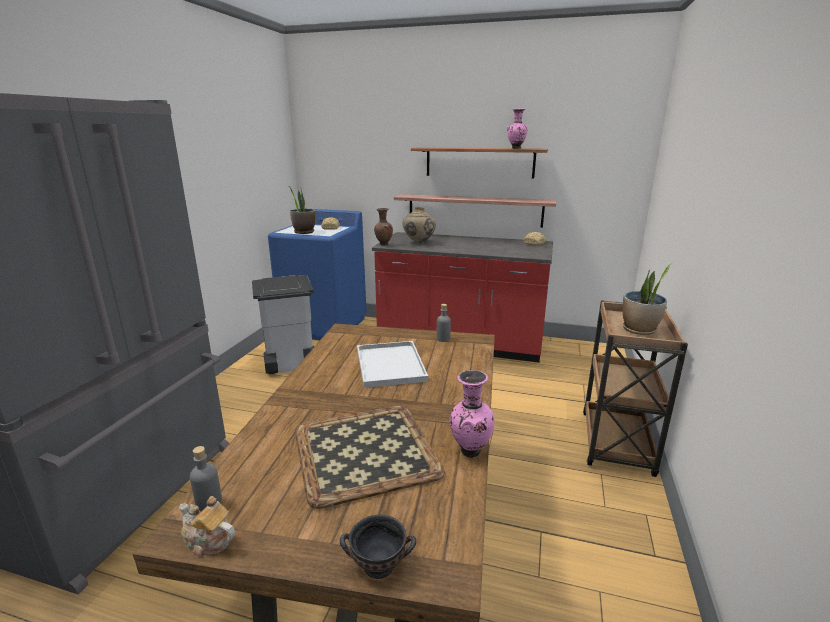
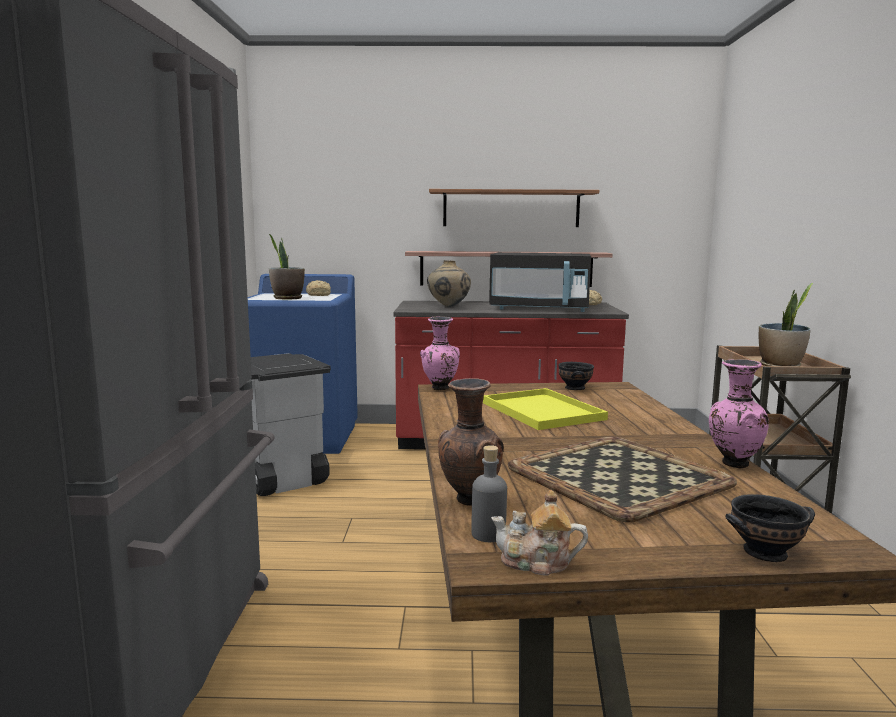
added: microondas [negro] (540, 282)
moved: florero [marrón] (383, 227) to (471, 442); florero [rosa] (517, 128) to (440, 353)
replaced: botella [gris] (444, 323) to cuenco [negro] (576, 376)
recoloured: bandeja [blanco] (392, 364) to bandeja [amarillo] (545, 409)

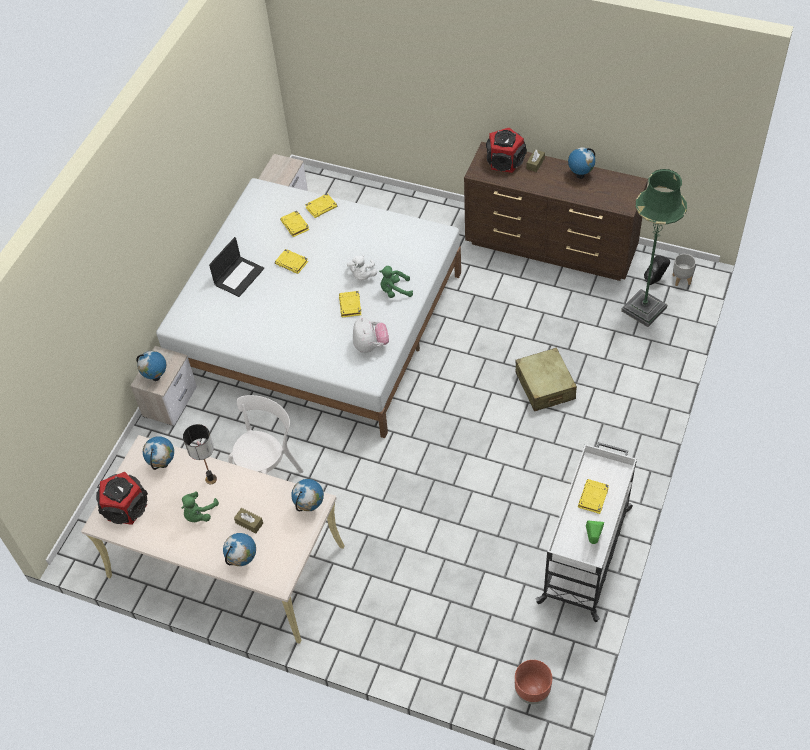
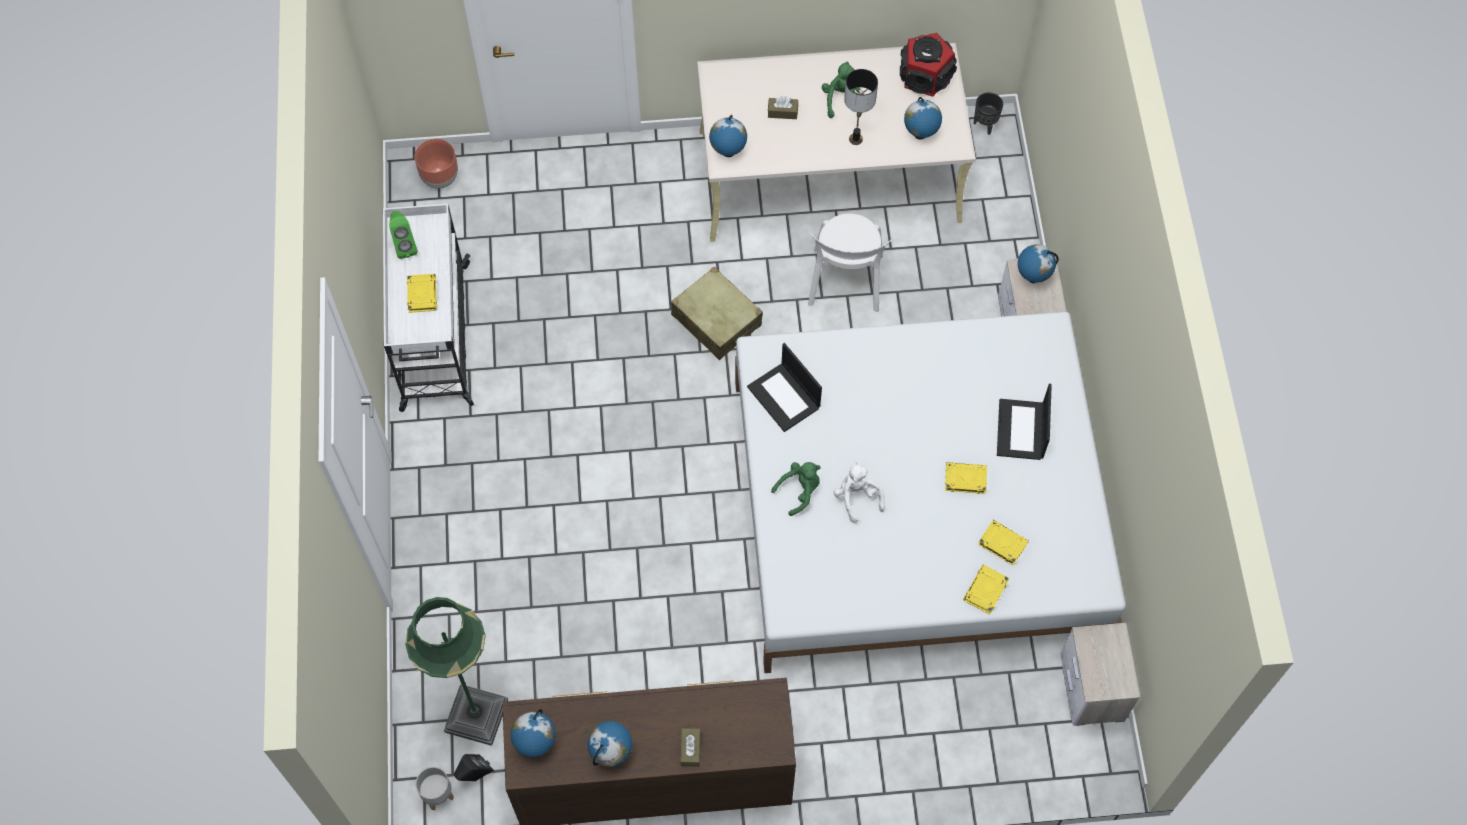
removed: libro [amarillo] (350, 304); altavoz (506, 150)
added: maceta [negro] (988, 113)
moved: globo terráqueo (239, 549) to (533, 733); maleta [beis] (546, 379) to (717, 313)
replaced: peluche (371, 335) to portátil (784, 387)

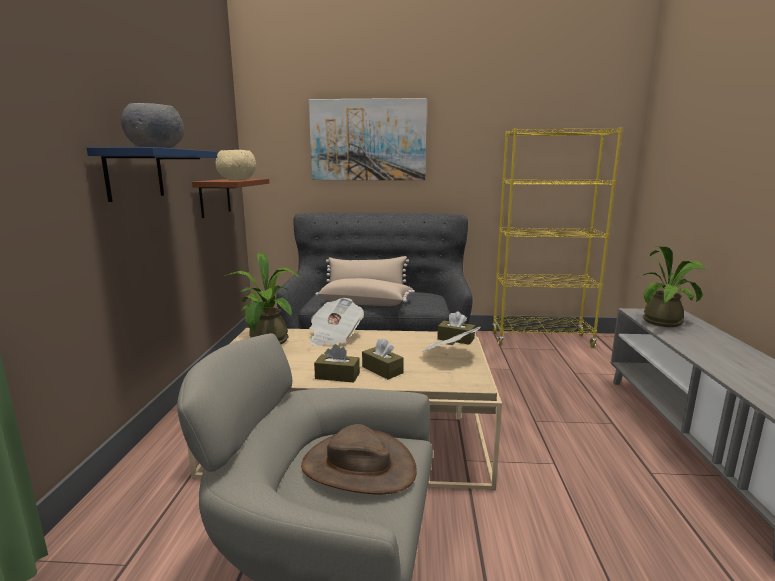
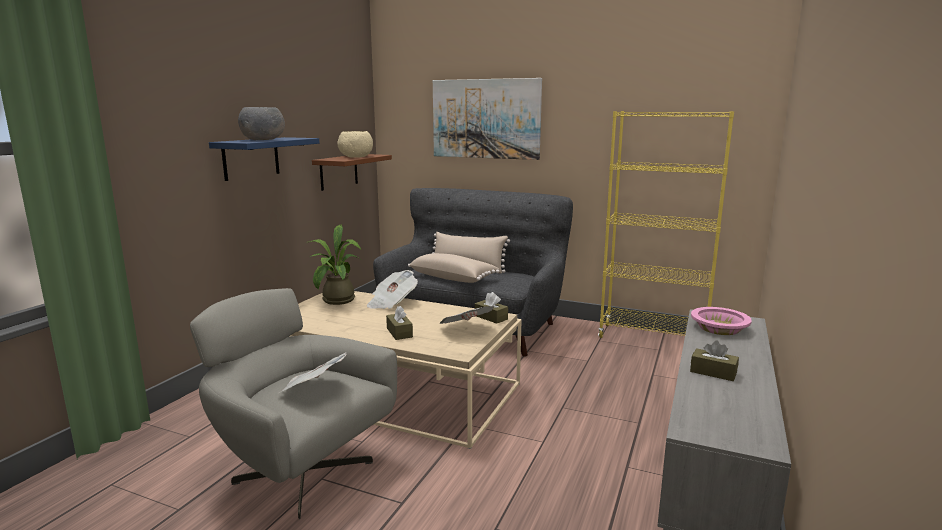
moved: caja de pañuelos [marrón] (337, 363) to (714, 361)
replaced: sombrero [marrón] (359, 459) to periódico (312, 373); planta en maceta (672, 286) to cuenco [rosa] (721, 321)

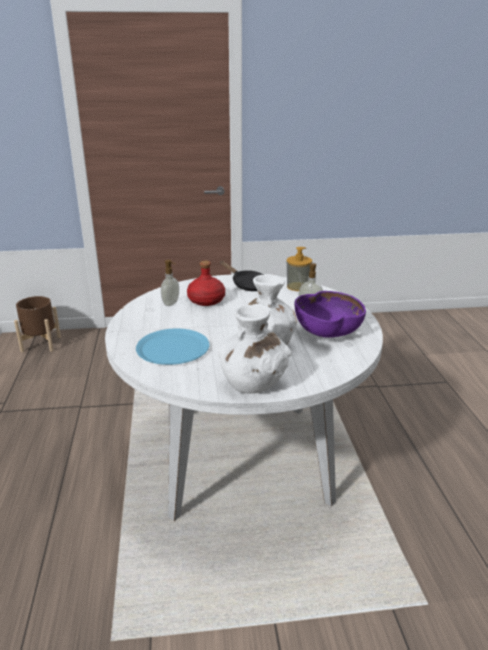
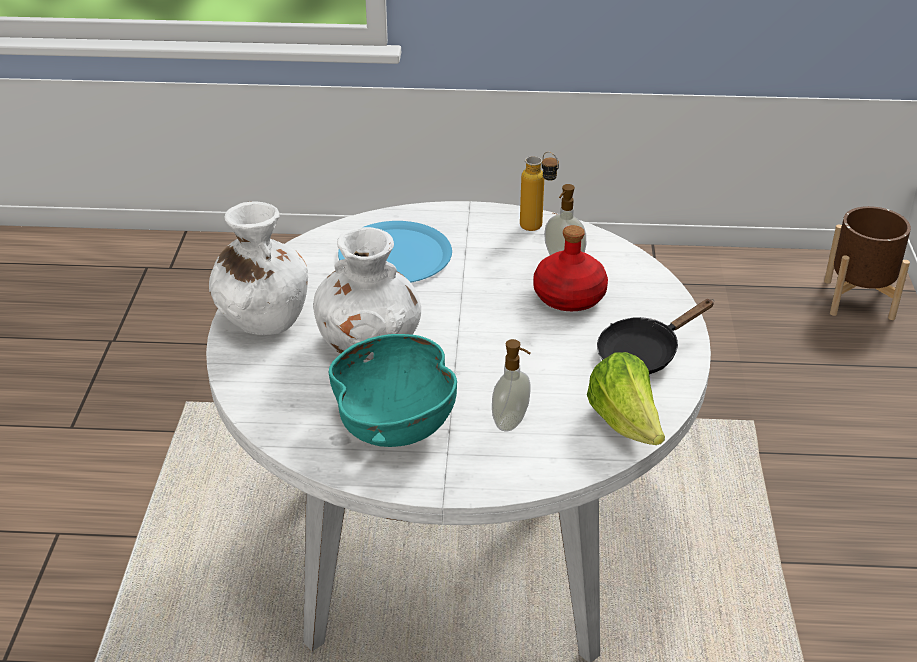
added: botella (539, 191)
replaced: dispensador de jabón (299, 269) to lechuga (626, 398)
recoloured: cuenco [morado] (330, 314) to cuenco [turquesa] (392, 390)

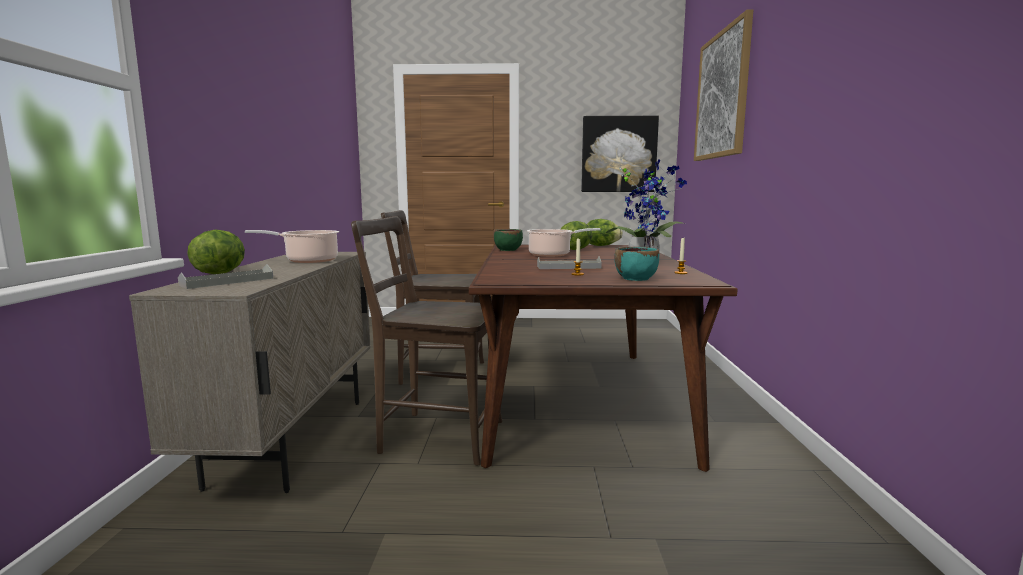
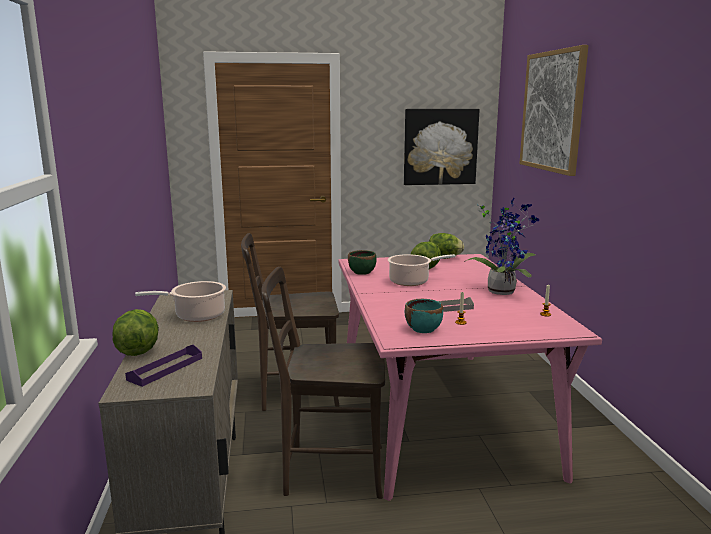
moved: cuenco [turquesa] (636, 264) to (424, 316)
recoloured: bandeja [gris] (225, 276) to bandeja [morado] (163, 365); mesa de comedor [marrón] (603, 358) to mesa de comedor [rosa] (470, 377)

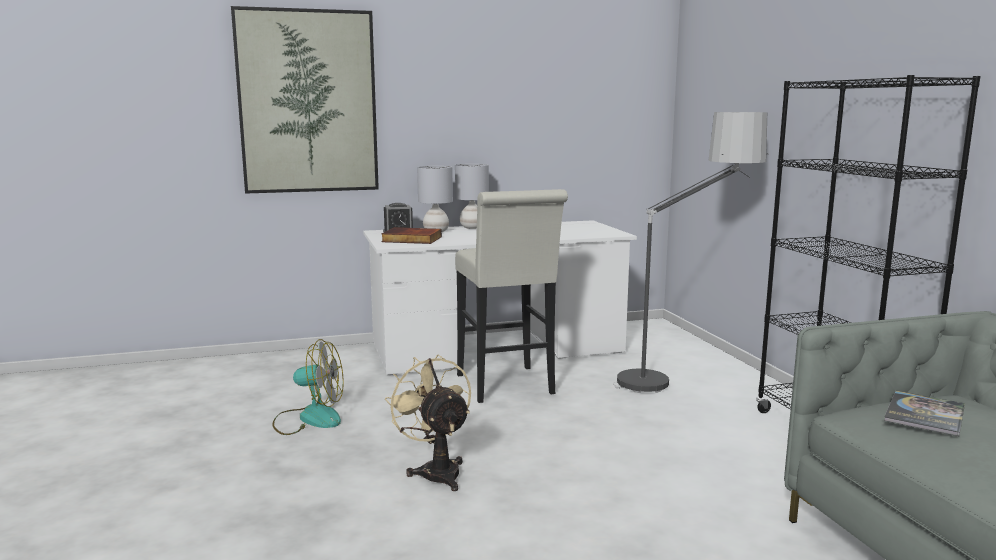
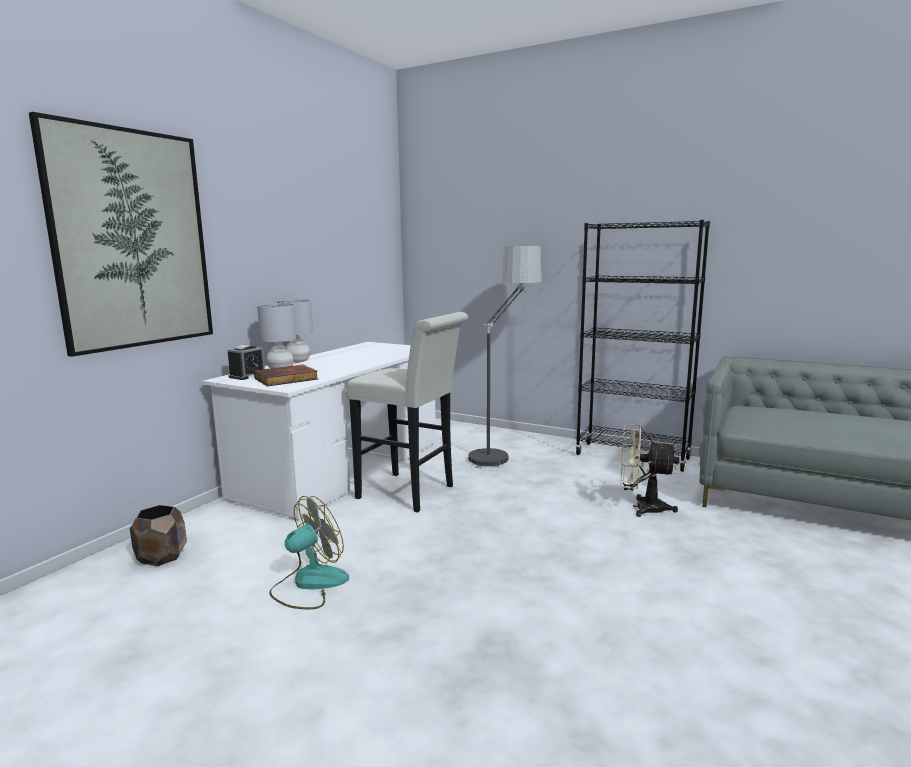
removed: libro (924, 413)
added: maceta [marrón] (158, 535)
moved: ventilador [beis] (428, 423) to (649, 470)

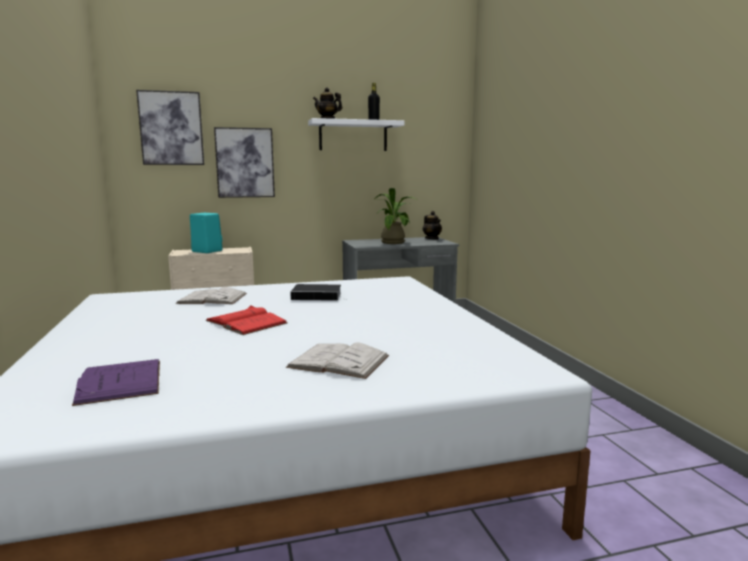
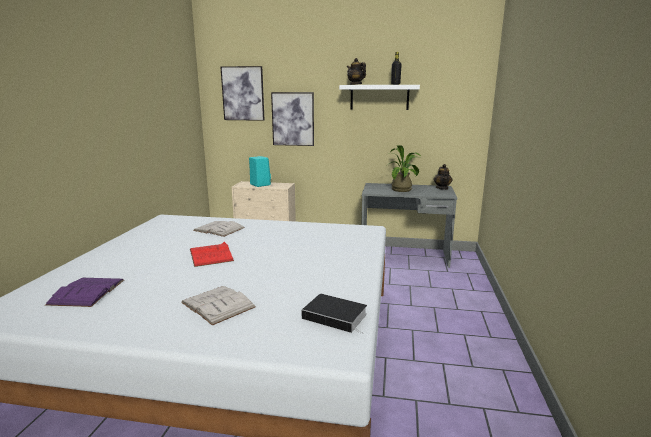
moved: libro (318, 292) to (334, 314)

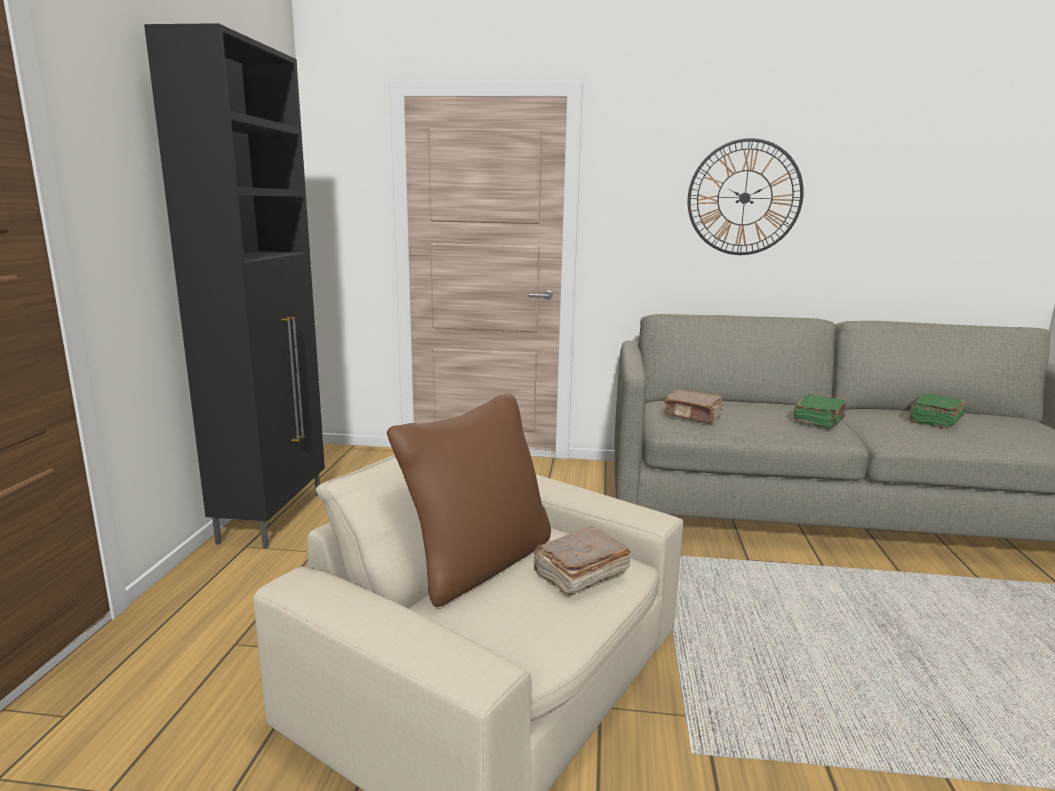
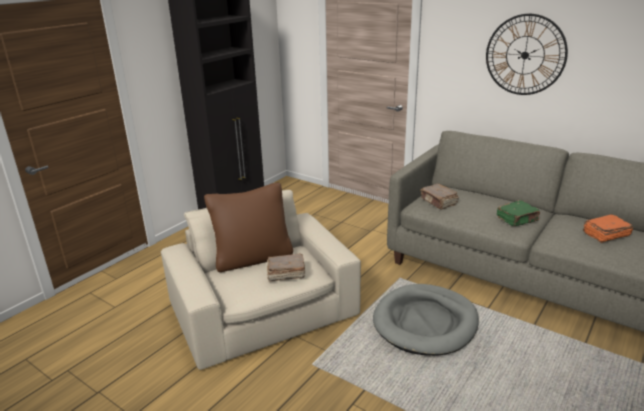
added: cama para perro [gris] (426, 319)
recoloured: libro [verde] (937, 411) to libro [naranja] (608, 229)

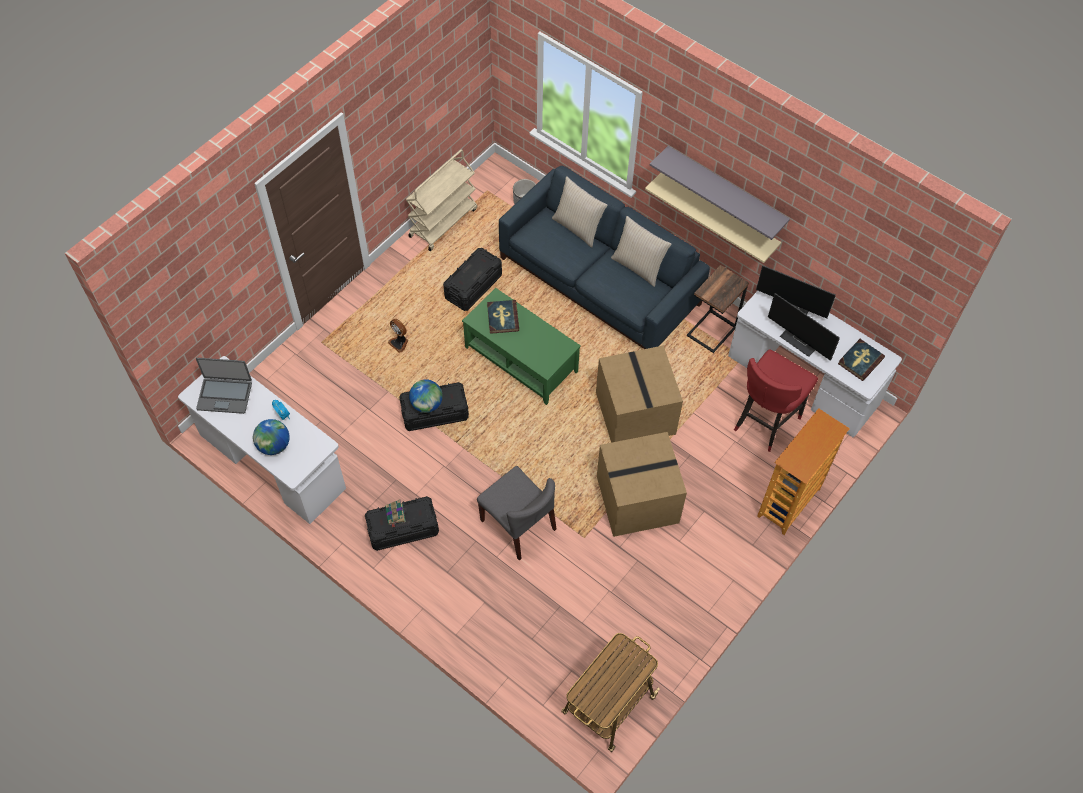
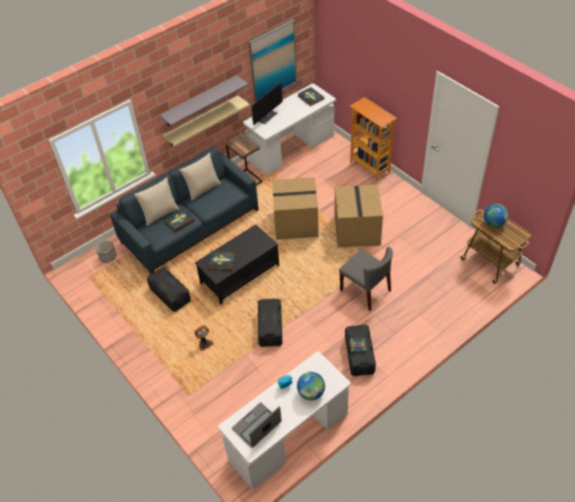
removed: carrito [beis] (441, 200); taburete [rojo] (776, 400); monitor (804, 327)
added: libro (179, 220); cuadro (273, 61)
moved: globo terráqueo (426, 396) to (496, 215)
recoloured: mesa de centro [verde] (521, 346) to mesa de centro [negro] (237, 264)
turned: portátil (224, 386) = (257, 425) 150 degrees counterclockwise; silla [gris] (516, 513) = (366, 279) 75 degrees clockwise

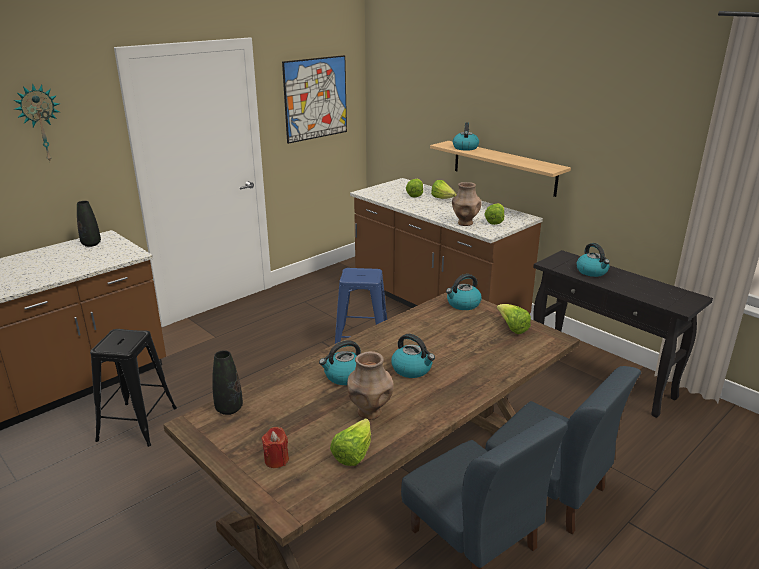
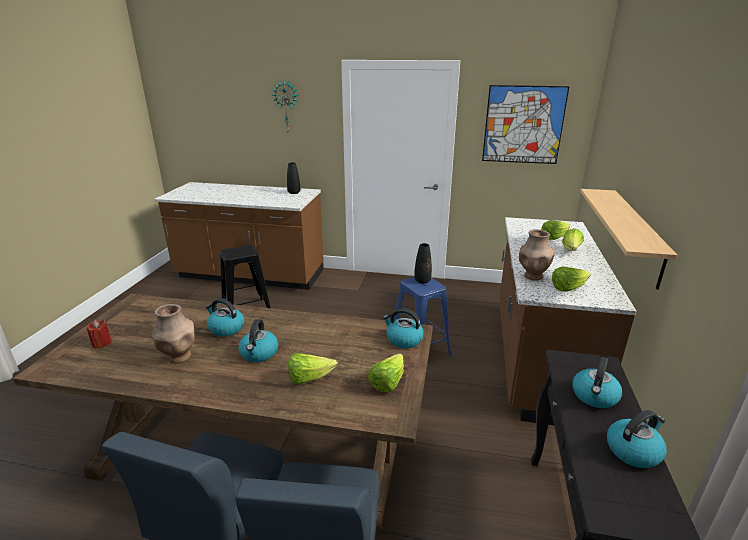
moved: florero [negro] (227, 382) to (423, 263); lechuga (350, 442) to (313, 368); hervidor (466, 136) to (637, 439)

